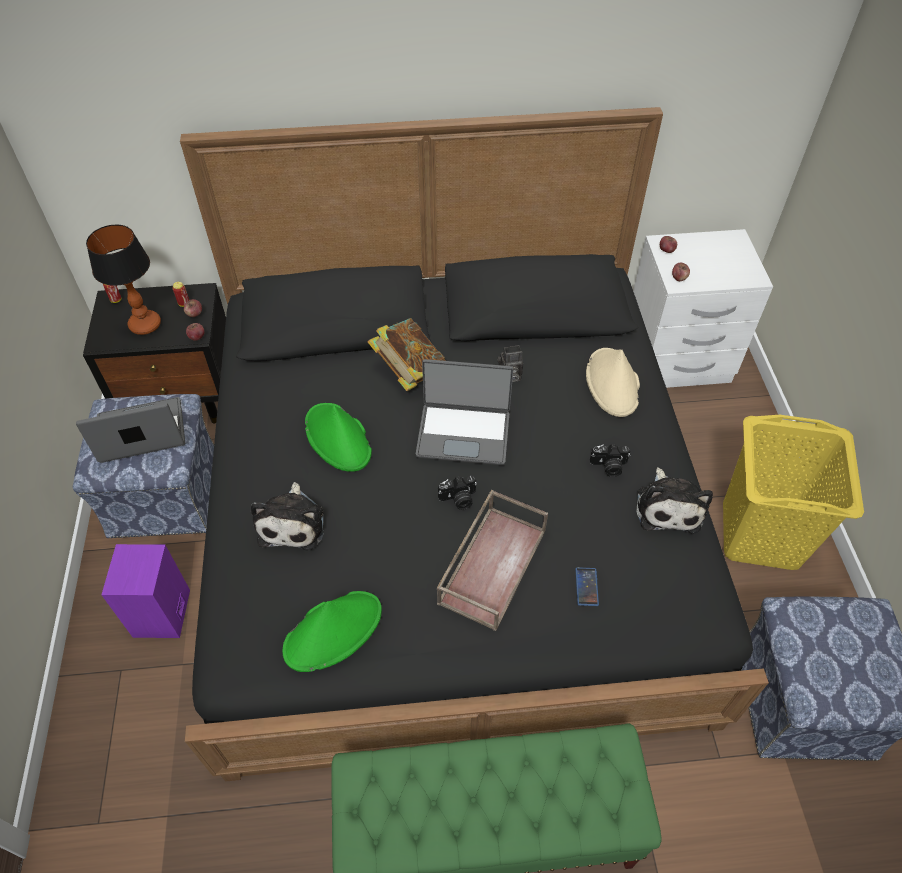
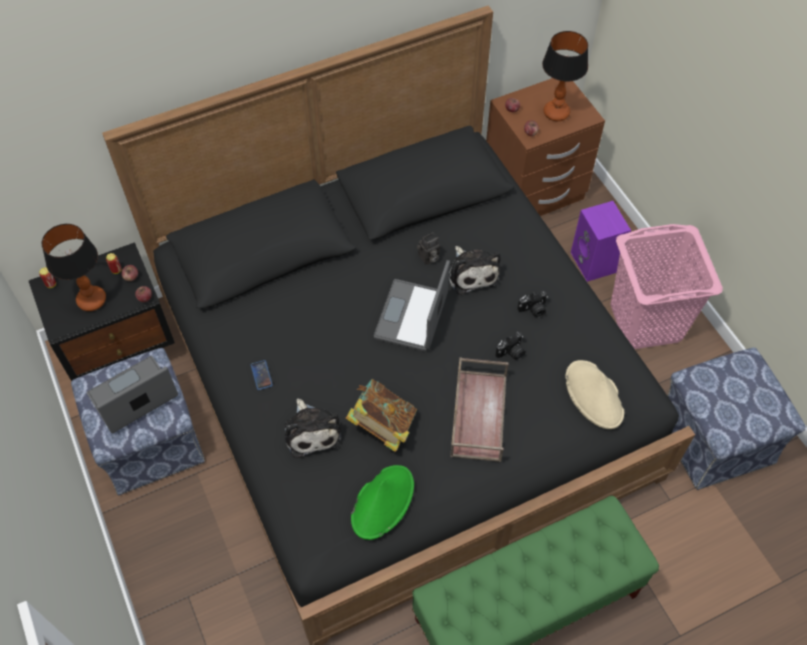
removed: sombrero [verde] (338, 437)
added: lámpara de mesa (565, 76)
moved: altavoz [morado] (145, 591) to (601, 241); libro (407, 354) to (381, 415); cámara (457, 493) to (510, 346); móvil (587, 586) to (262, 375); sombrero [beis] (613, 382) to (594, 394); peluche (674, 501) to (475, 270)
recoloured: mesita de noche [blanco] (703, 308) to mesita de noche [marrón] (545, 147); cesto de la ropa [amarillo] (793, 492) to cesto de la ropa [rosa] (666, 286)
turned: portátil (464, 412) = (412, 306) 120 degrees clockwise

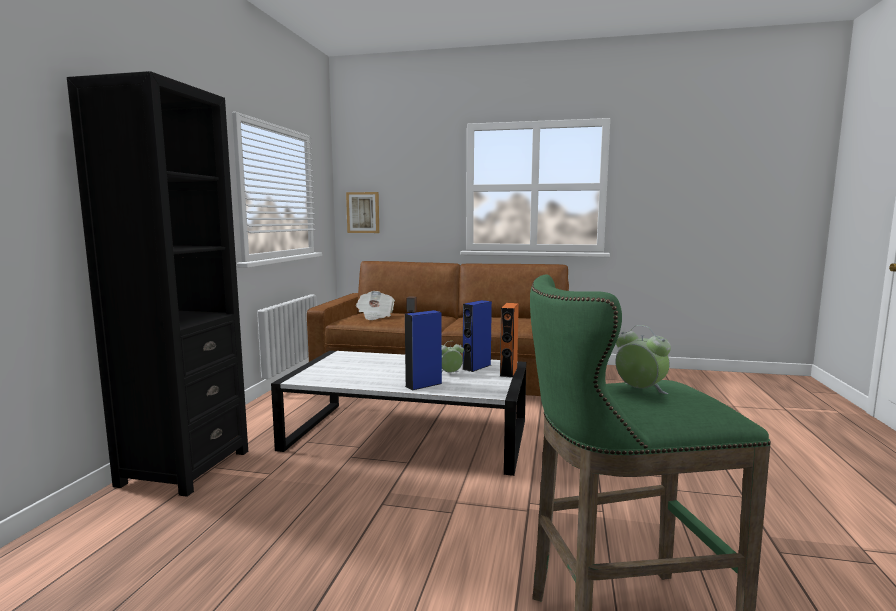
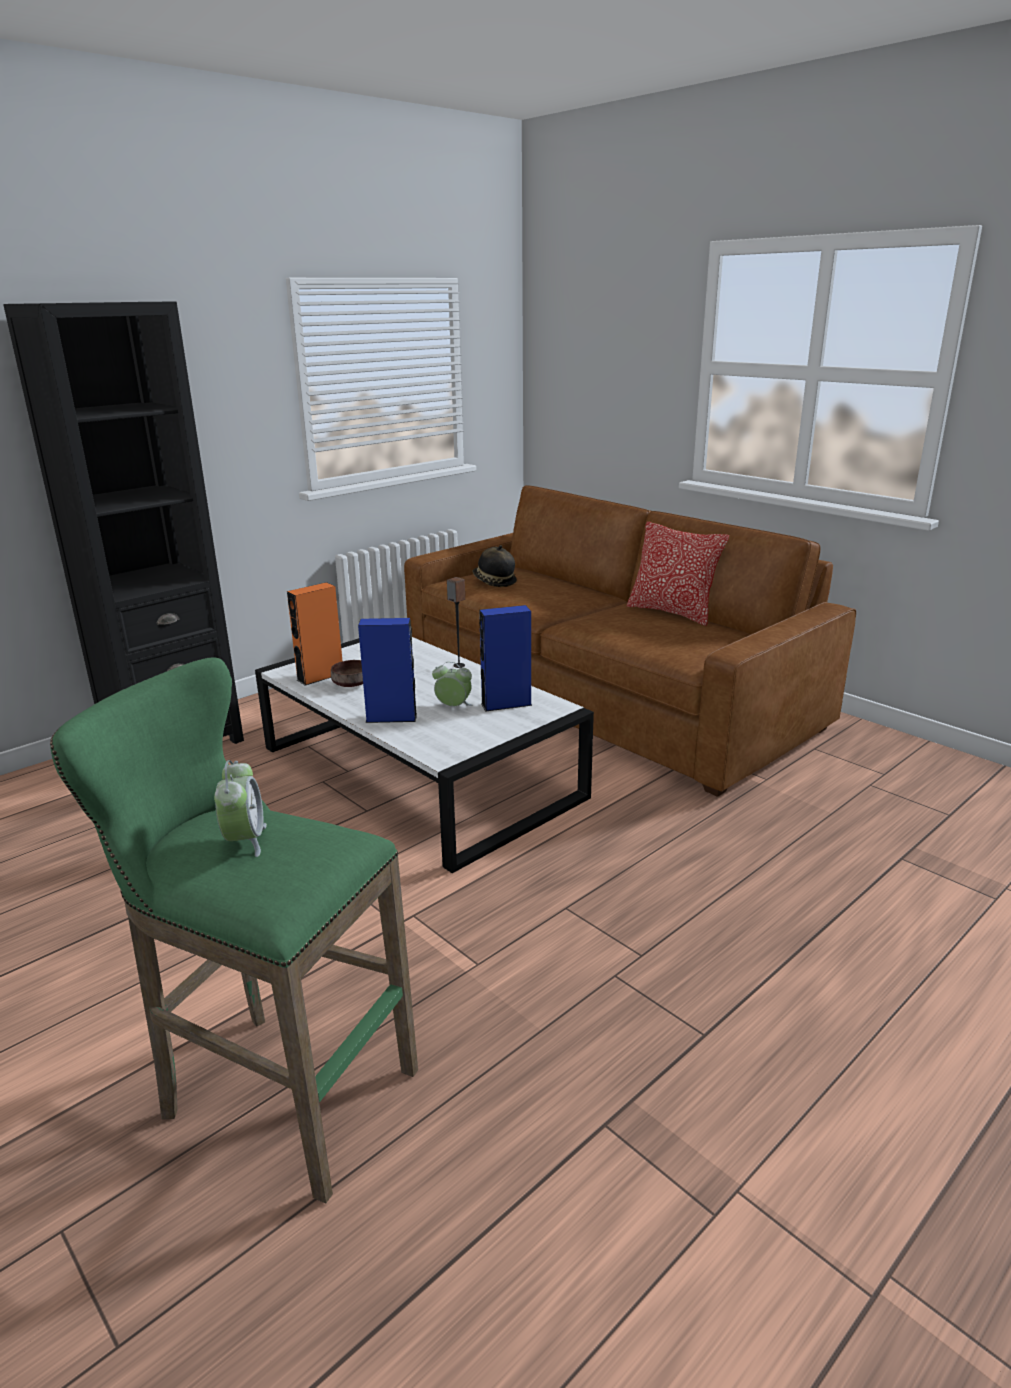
removed: cuadro (362, 212)
added: cuenco [marrón] (347, 673); cojín (678, 574)
moved: altavoz [naranja] (509, 340) to (314, 633)
replaced: periódico (375, 305) to sombrero (494, 566)

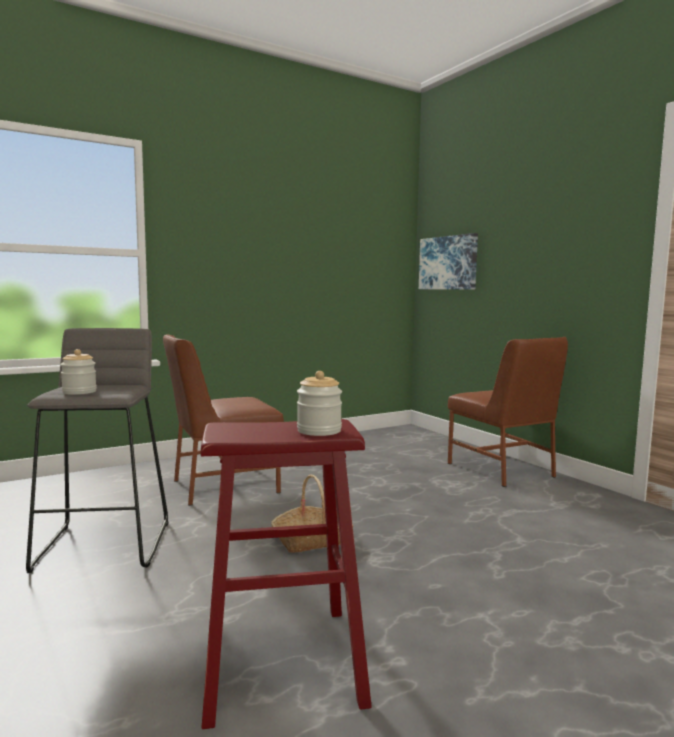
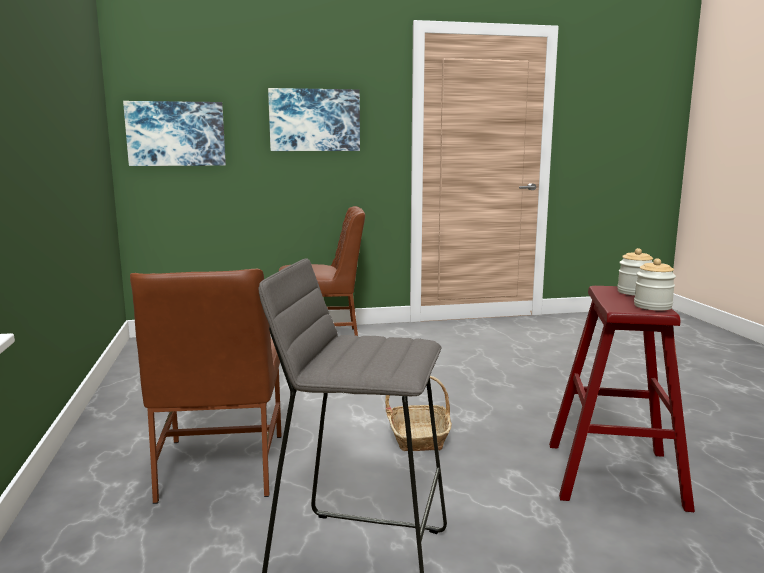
added: cuadro (314, 119)
moved: tarro (78, 372) to (655, 284)

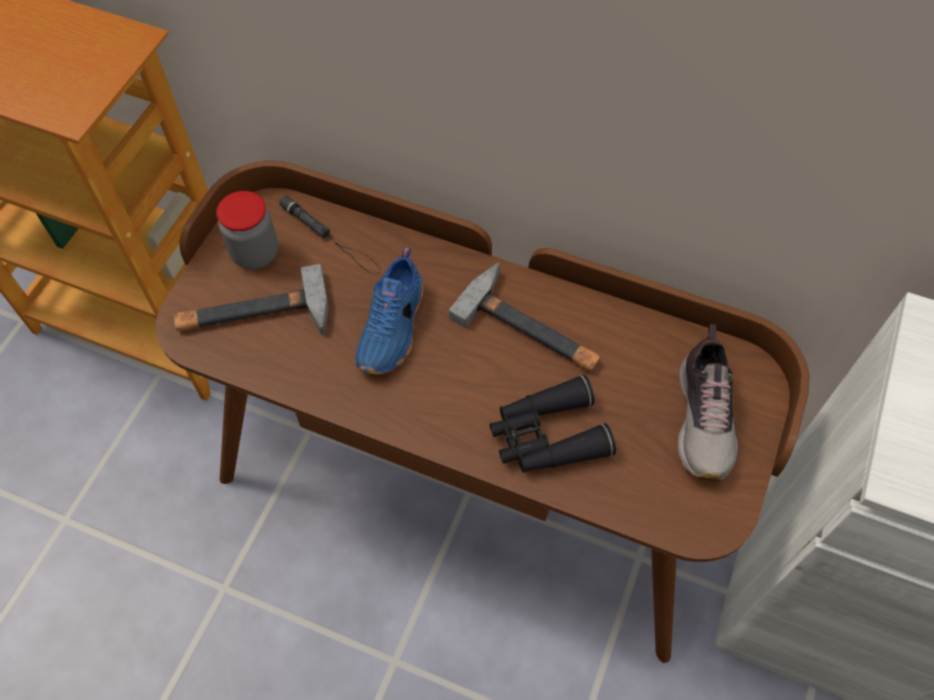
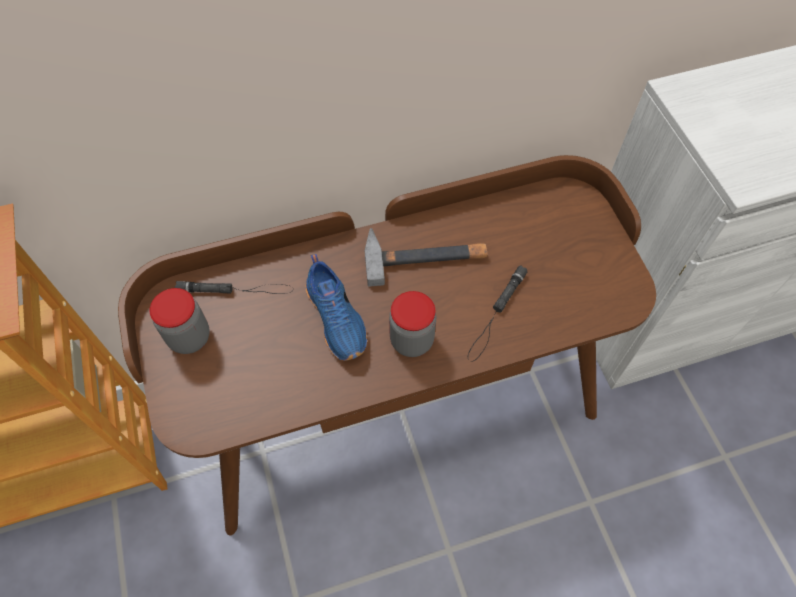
removed: martillo (251, 300); zapato (707, 402)
added: tarro (412, 324)
replaced: prismáticos [negro] (553, 424) to linterna [negro] (497, 313)

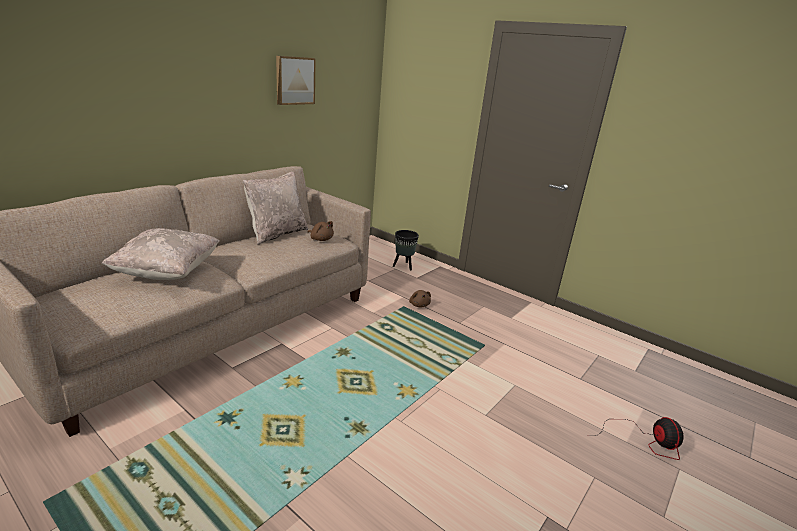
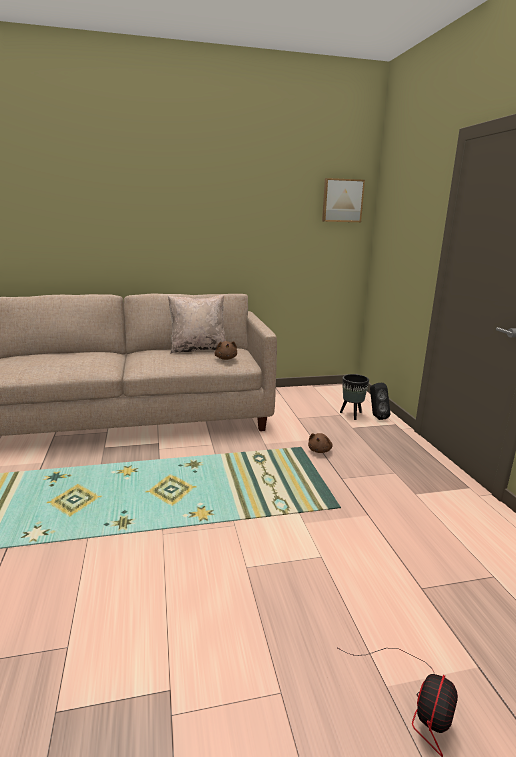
removed: cojín [beis] (161, 254)
added: altavoz [negro] (380, 401)
moved: cuadro (295, 80) to (343, 200)

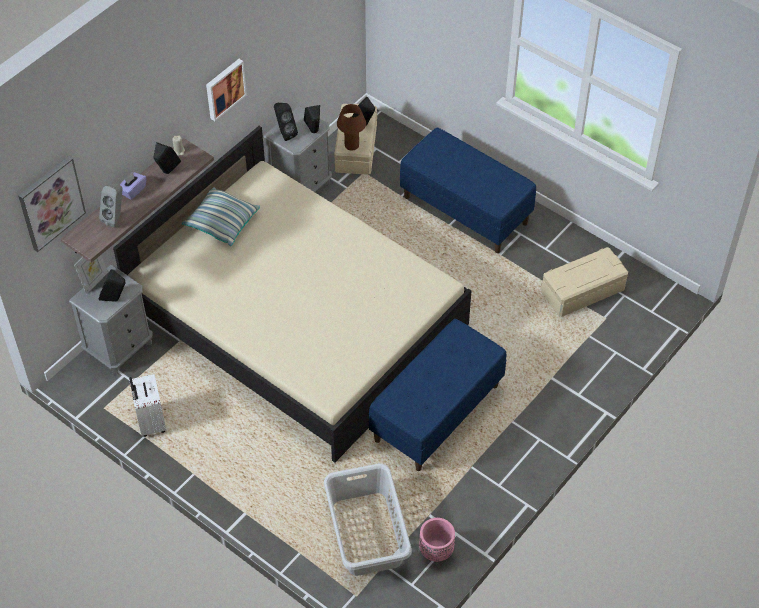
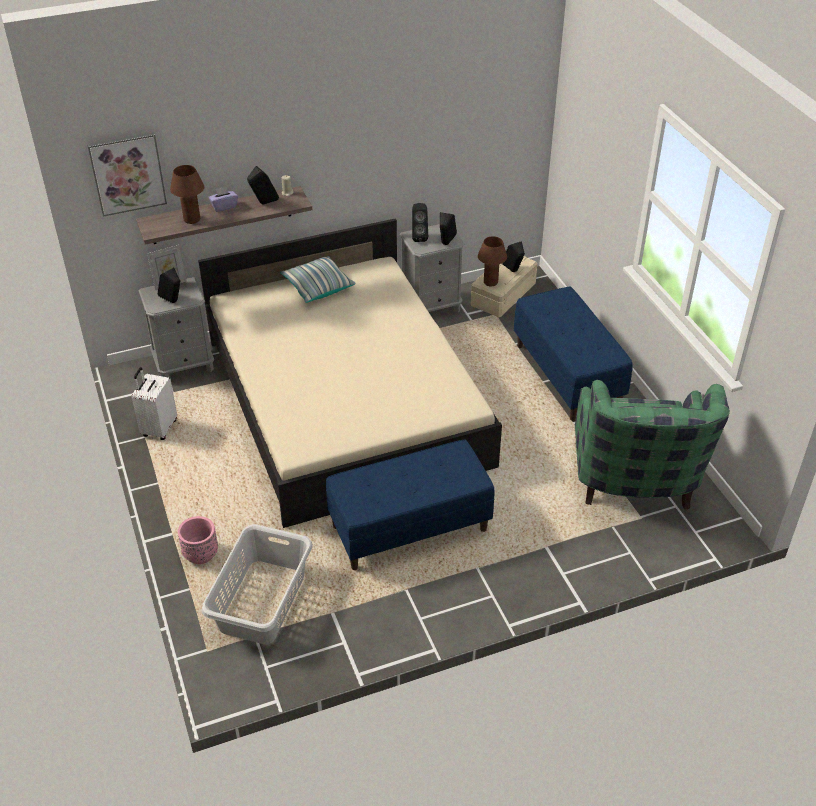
removed: cuadro (226, 90)
moved: maceta [rosa] (437, 540) to (198, 540)
replaced: altavoz [gris] (110, 205) to lámpara de mesa [marrón] (187, 194); caja de almacenaje [beis] (584, 282) to sillón [verde] (652, 445)

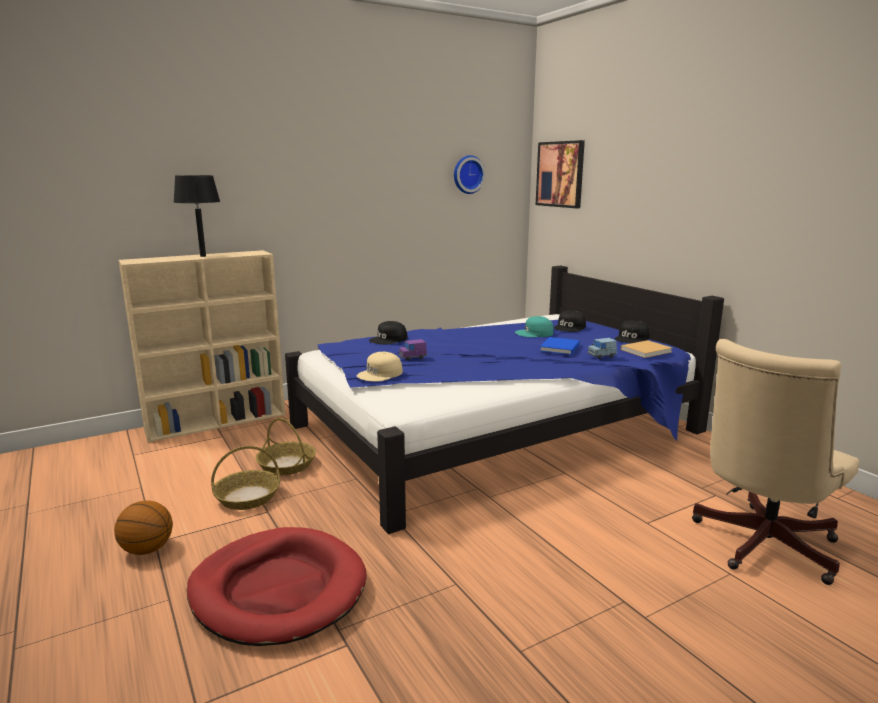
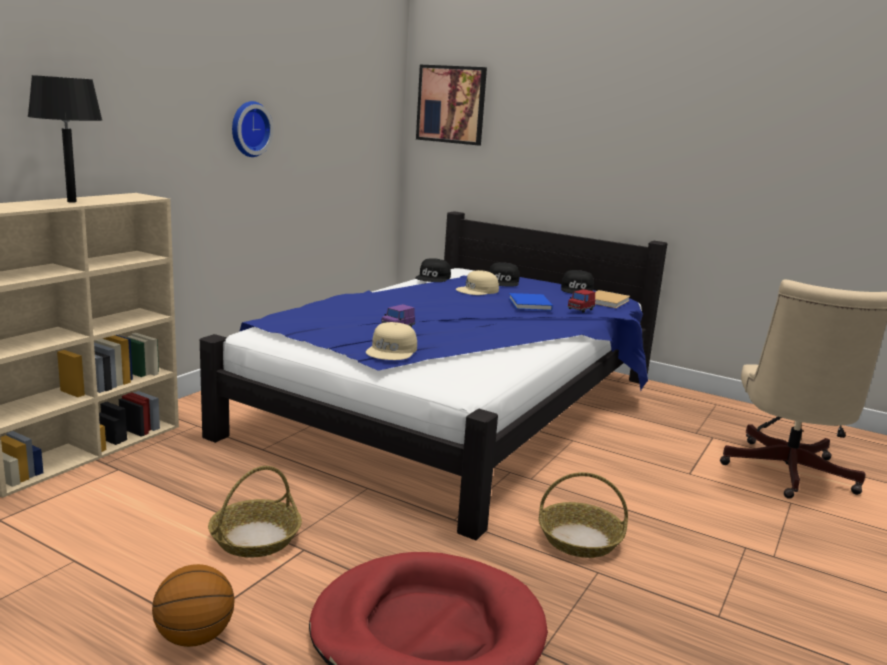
moved: cesta (286, 446) to (583, 515); gorra [negro] (388, 332) to (433, 270); reloj de pared (470, 174) to (253, 129)
recoloured: gorra [turquesa] (534, 326) to gorra [beis] (477, 282); coche de juguete [azul] (602, 348) to coche de juguete [rojo] (581, 301)

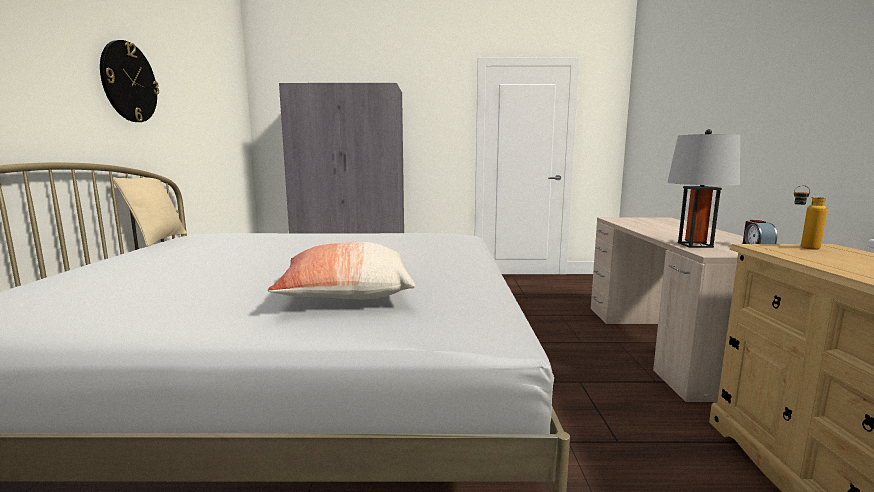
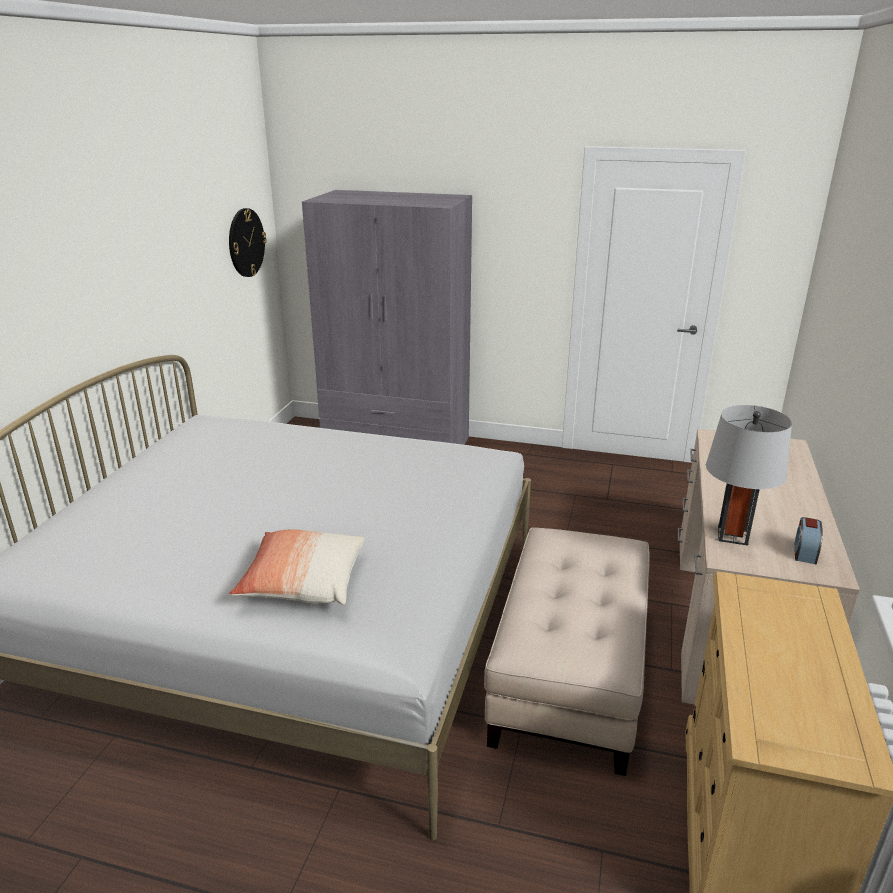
removed: cojín [beis] (150, 210); botella (810, 217)
added: puf [beis] (567, 651)
moved: reloj de pared (129, 81) to (248, 242)

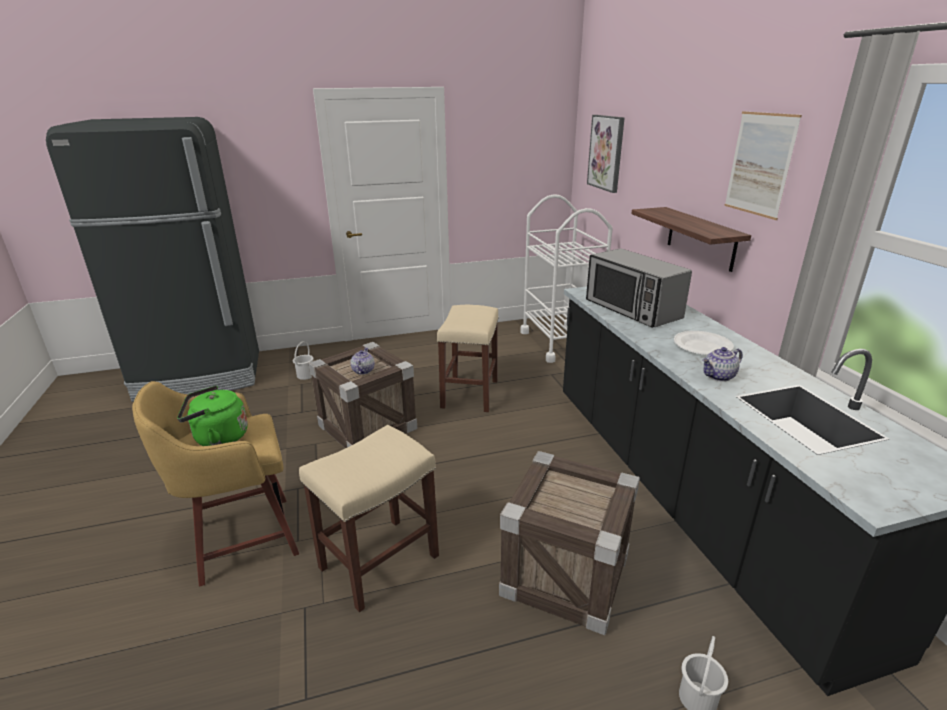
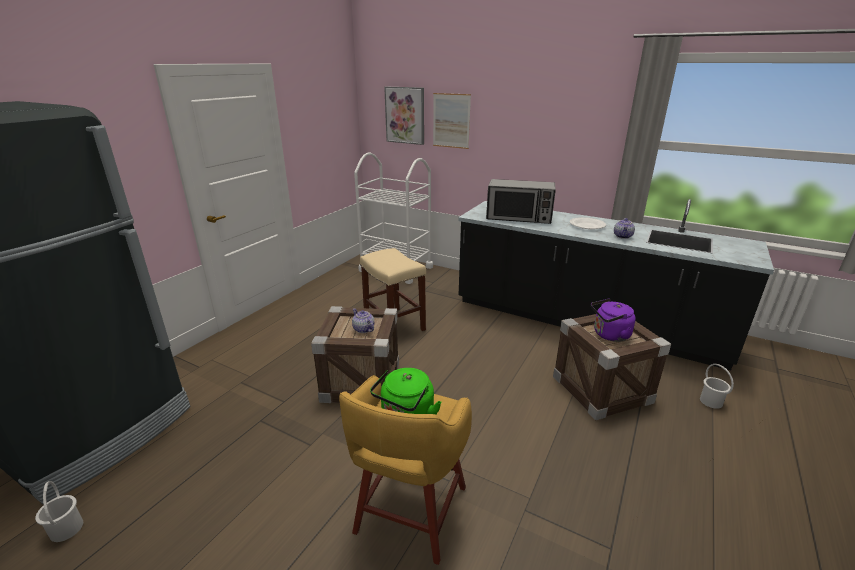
removed: taburete [beis] (369, 518); estante (691, 239)
added: hervidor [morado] (613, 320)
moved: cubo [blanco] (303, 360) to (59, 511); cuadro (763, 165) to (452, 121)

